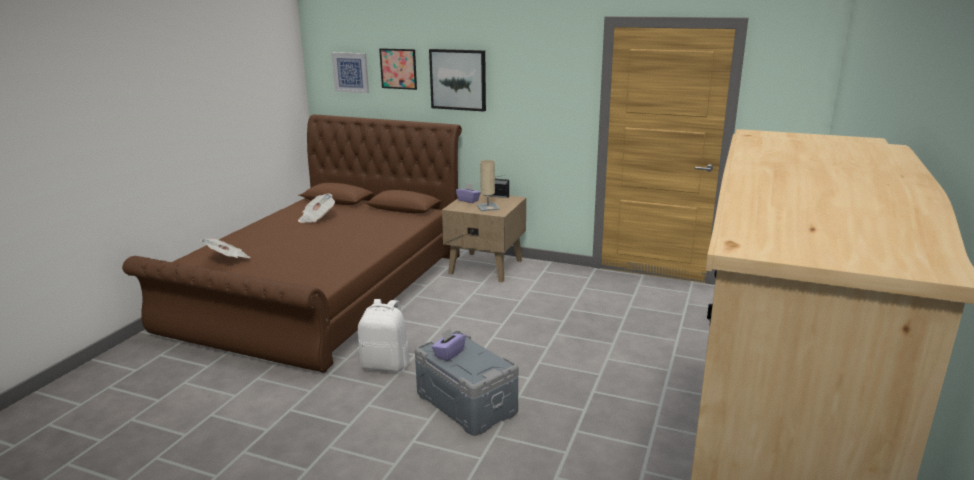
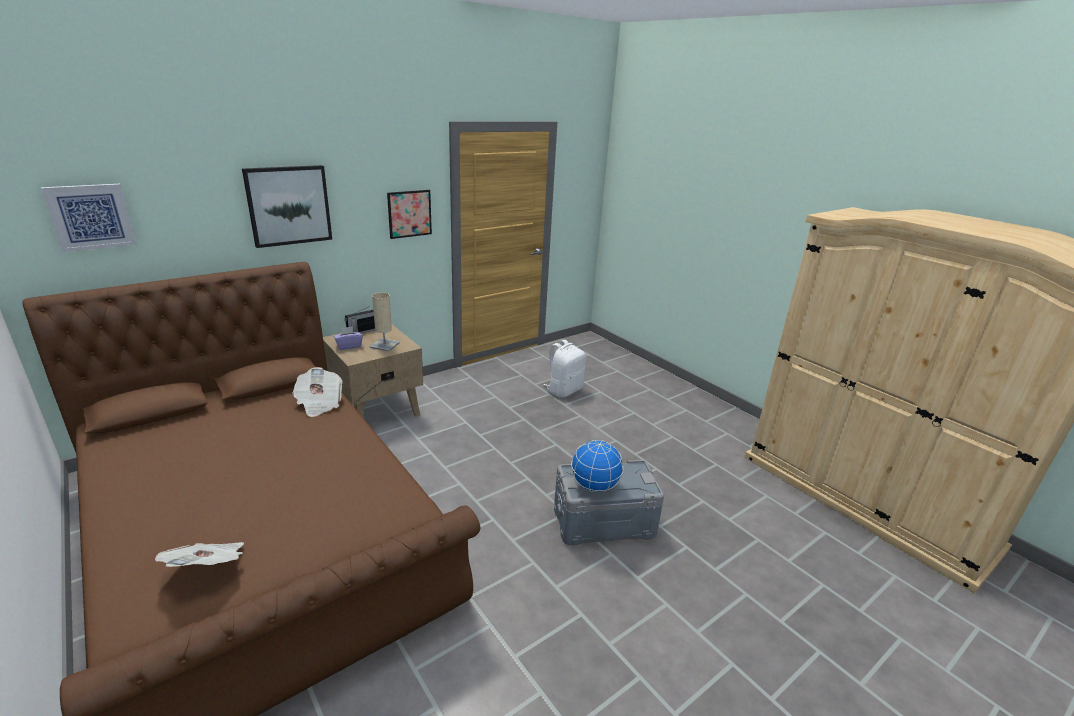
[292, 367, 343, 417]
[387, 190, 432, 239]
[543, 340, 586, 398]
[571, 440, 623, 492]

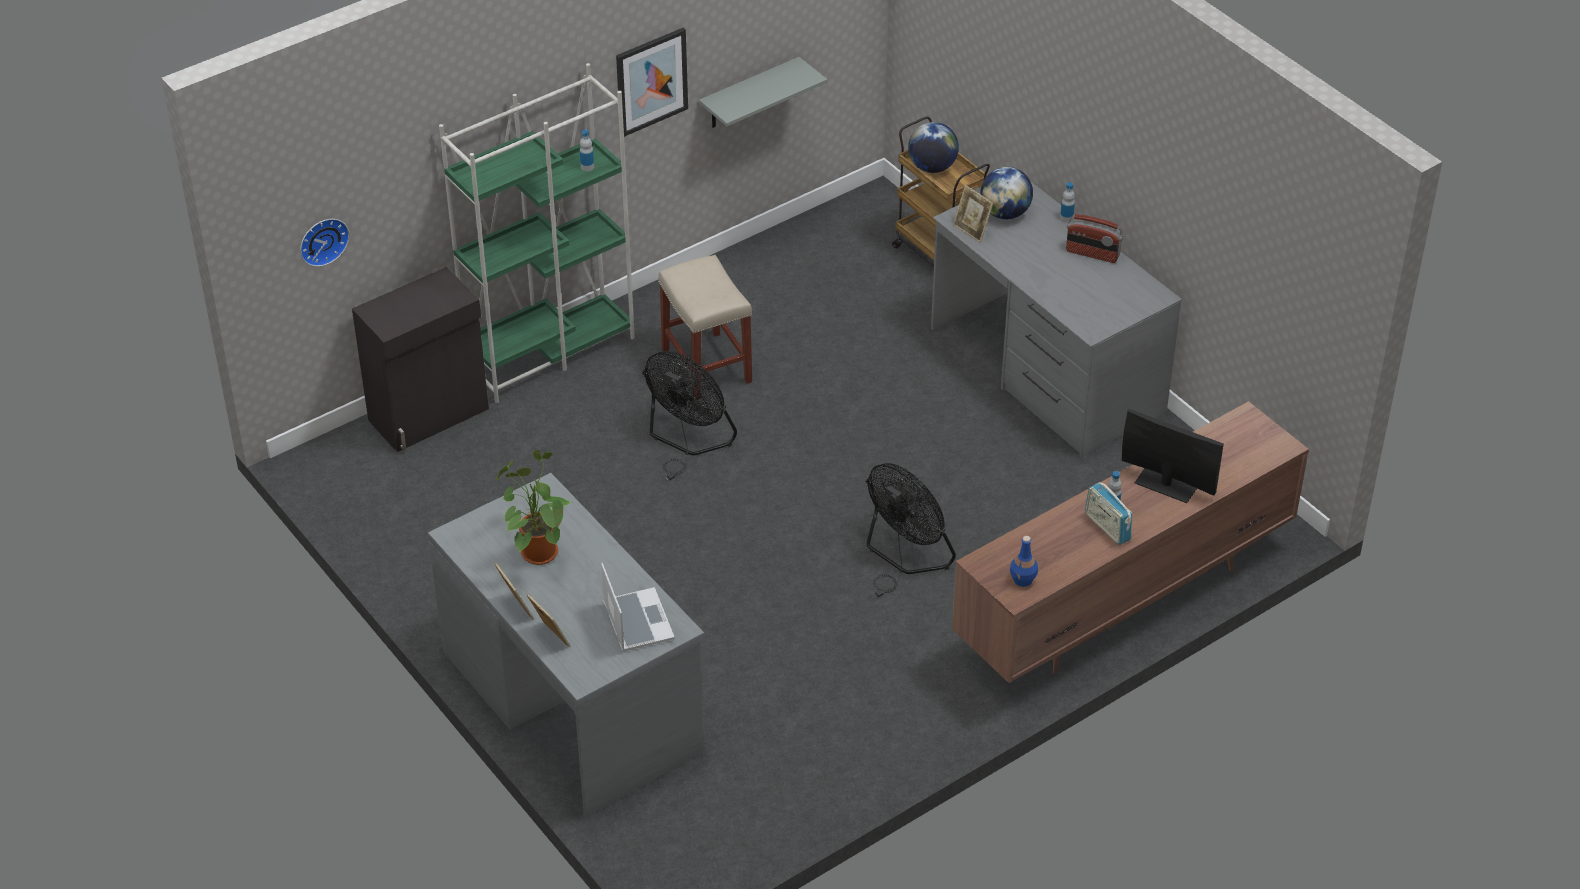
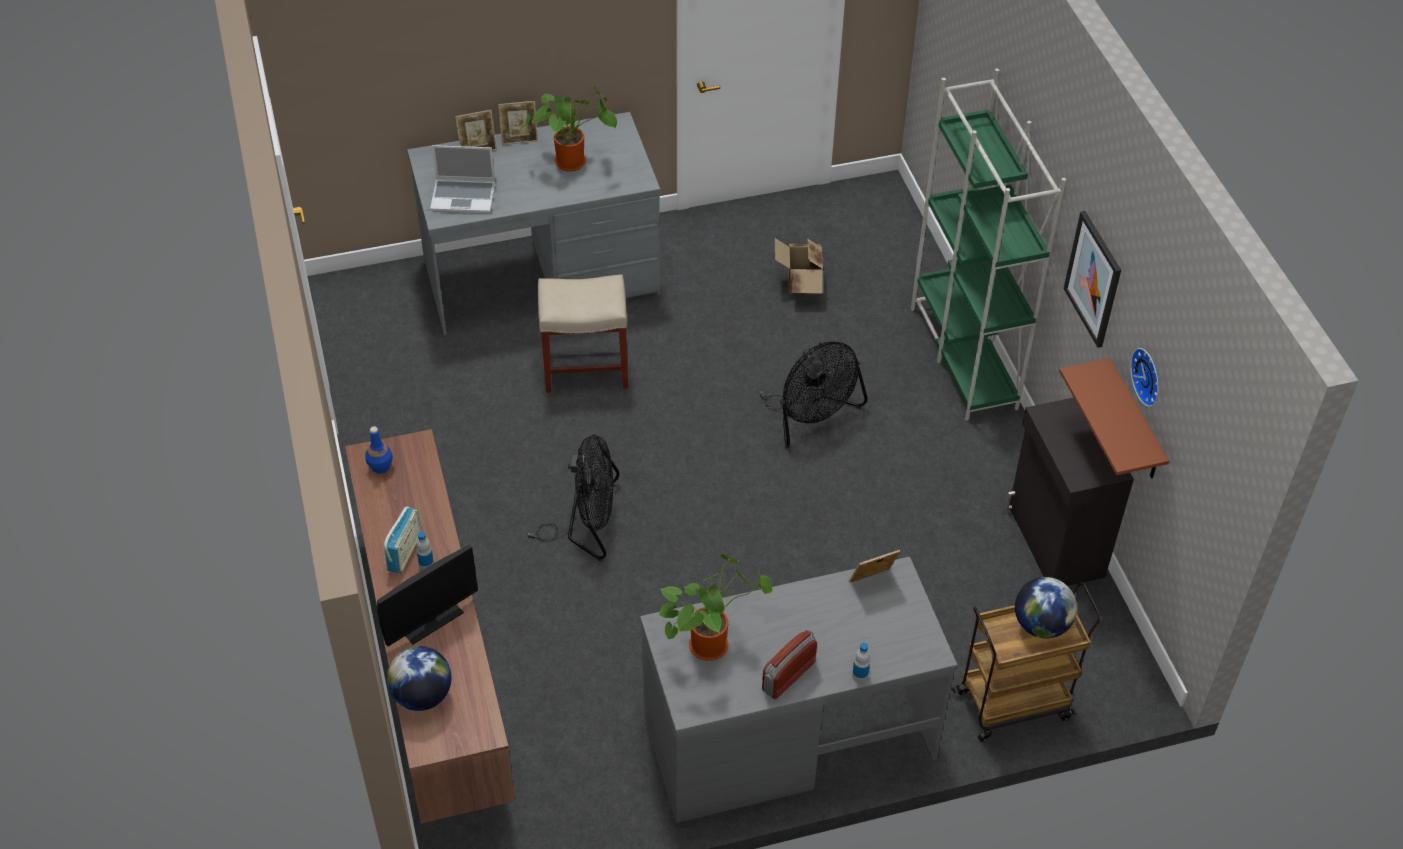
[384, 506, 422, 574]
[387, 646, 452, 711]
[527, 435, 619, 562]
[538, 274, 628, 393]
[658, 554, 773, 661]
[775, 238, 823, 295]
[1005, 397, 1134, 586]
[1059, 358, 1169, 478]
[1130, 348, 1159, 407]
[580, 130, 594, 171] (first image)

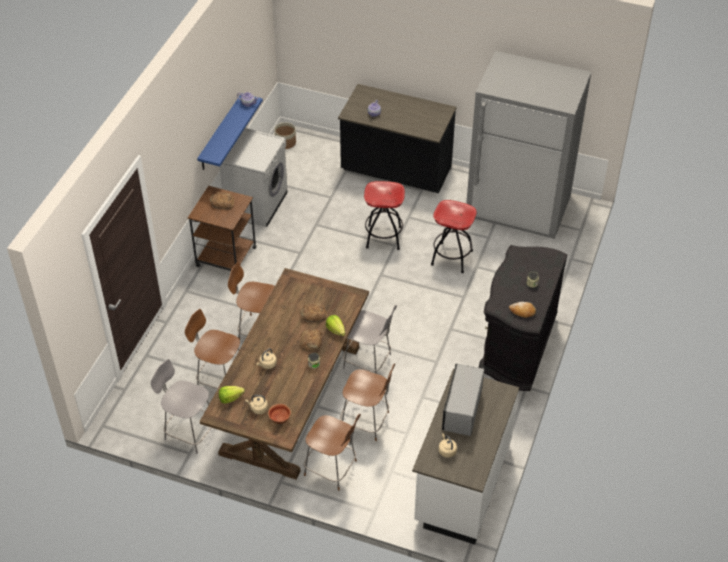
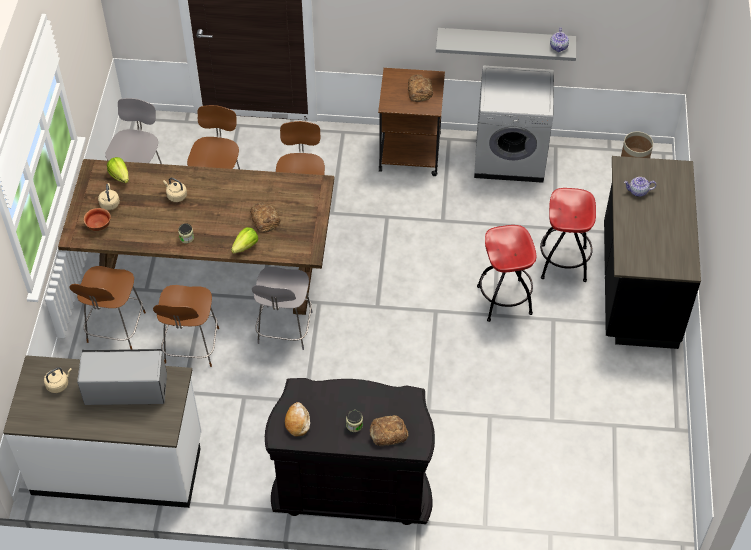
[370, 415, 409, 446]
[436, 28, 576, 61]
[540, 188, 596, 282]
[466, 51, 591, 239] (first image)

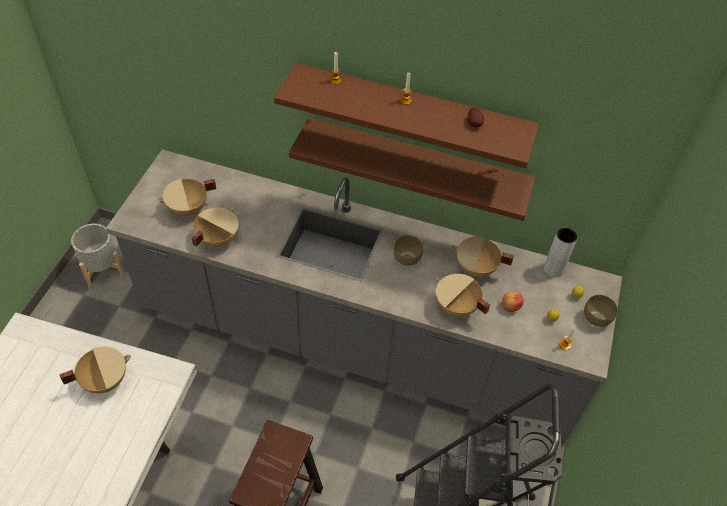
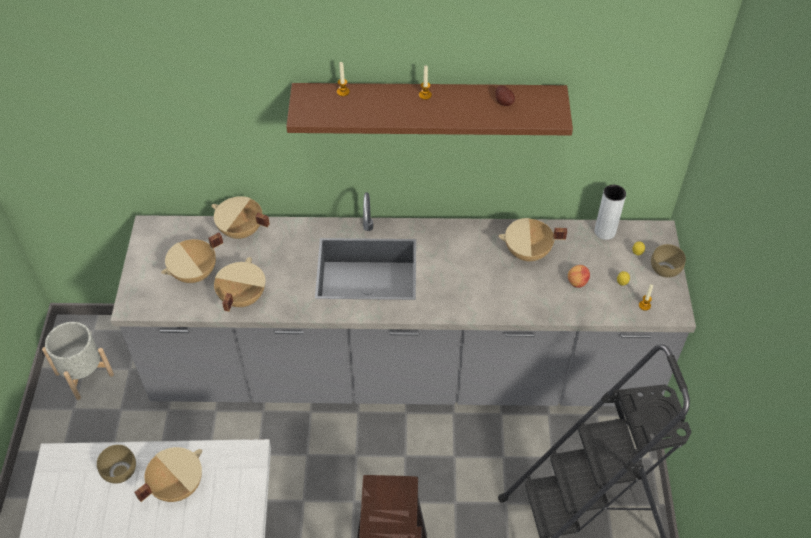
[97, 445, 136, 484]
[211, 196, 270, 239]
[289, 118, 536, 221] (first image)

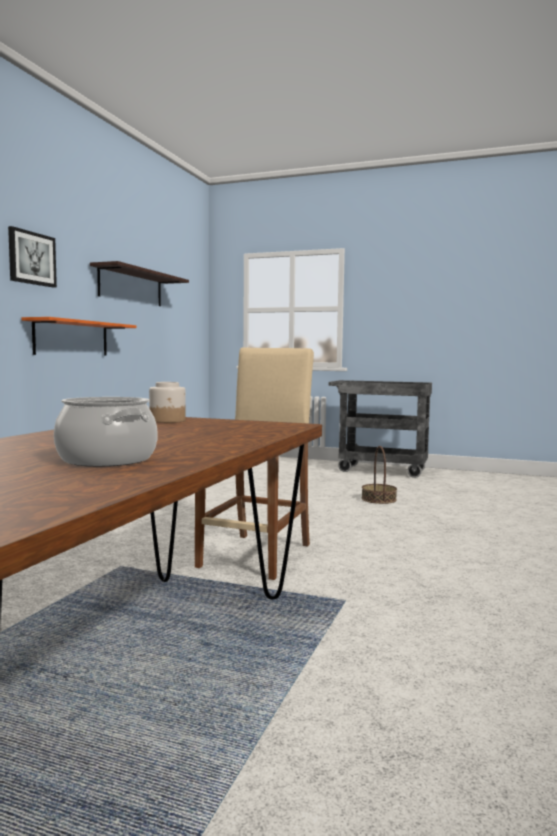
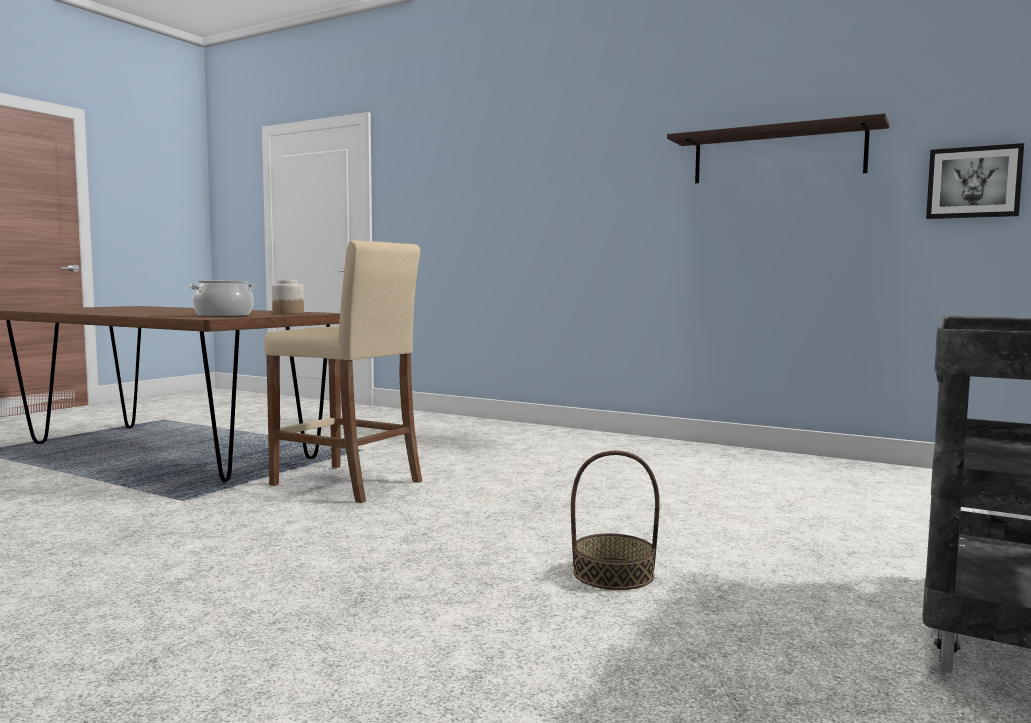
[189, 281, 256, 317]
[926, 143, 1024, 219]
[21, 317, 136, 356] (first image)

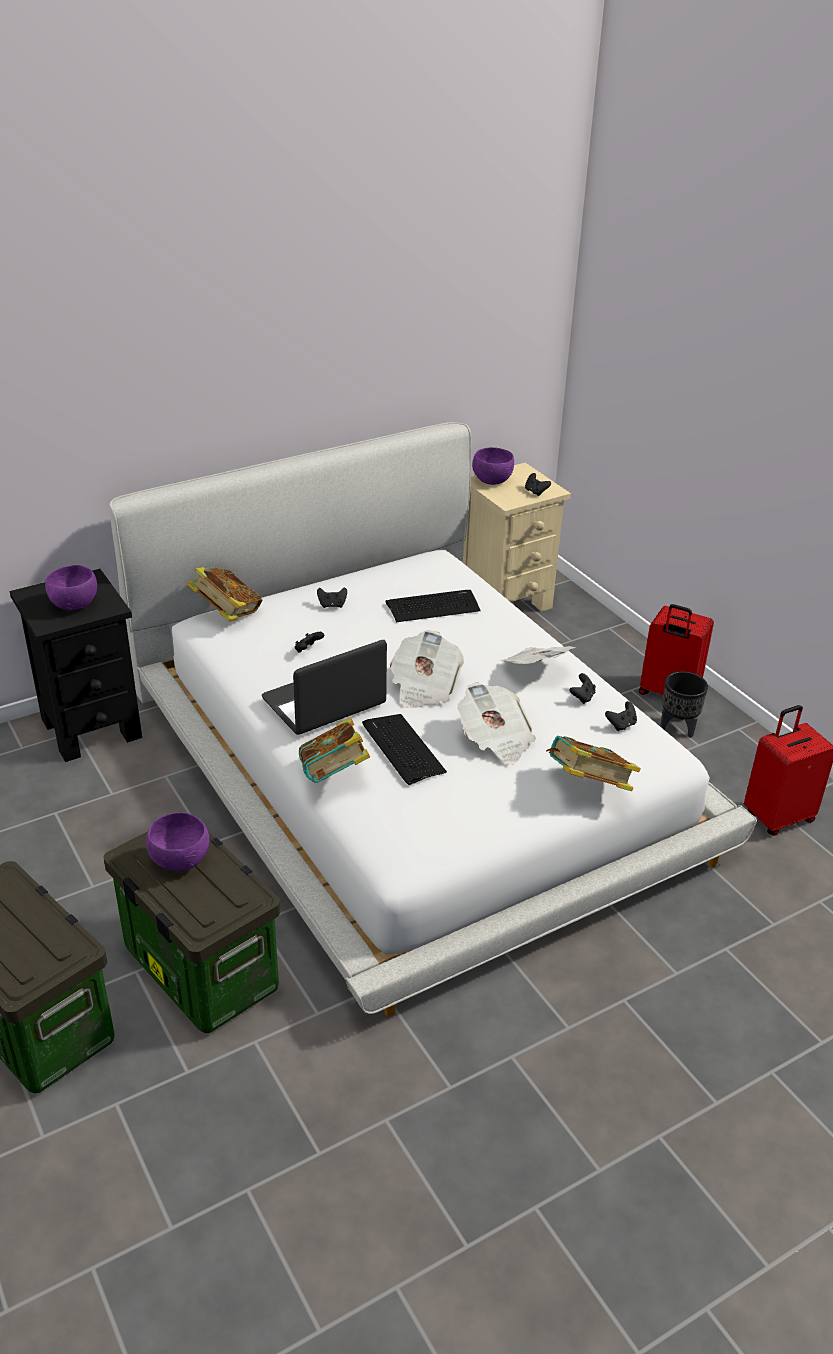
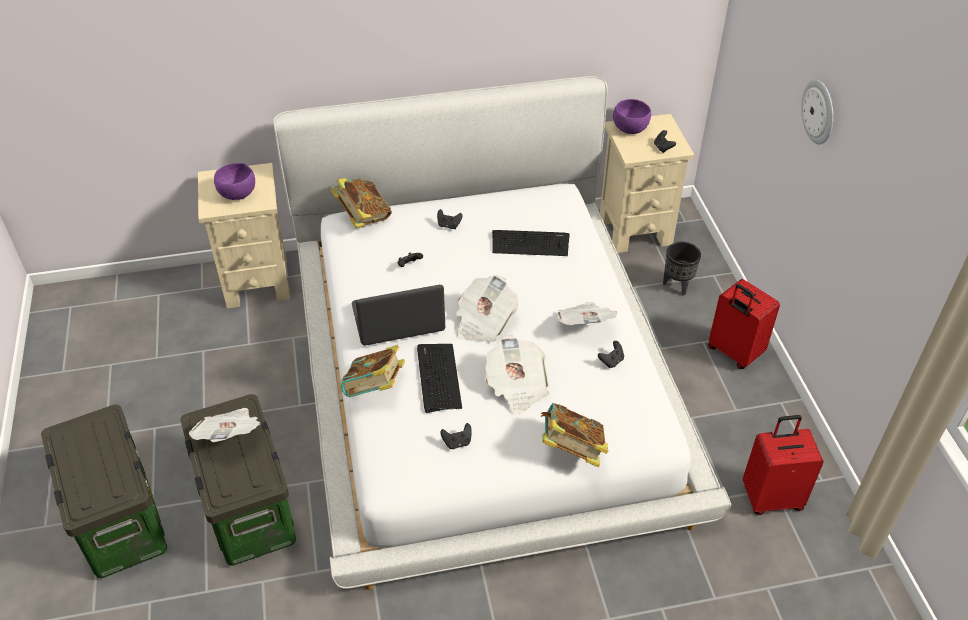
[189, 408, 261, 442]
[198, 163, 290, 308]
[440, 423, 472, 449]
[663, 242, 701, 296]
[801, 80, 833, 144]

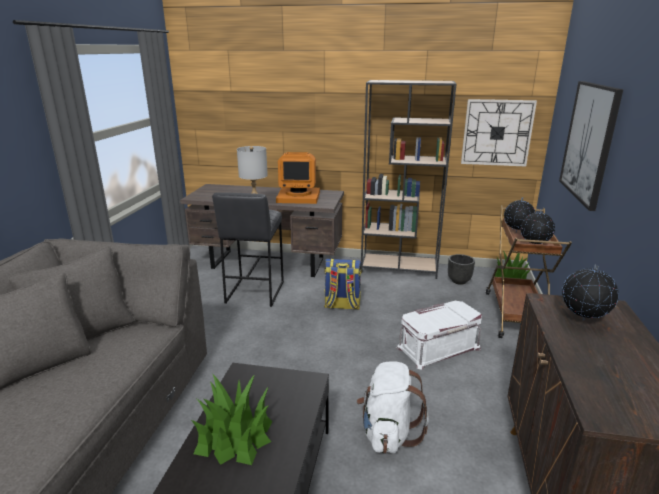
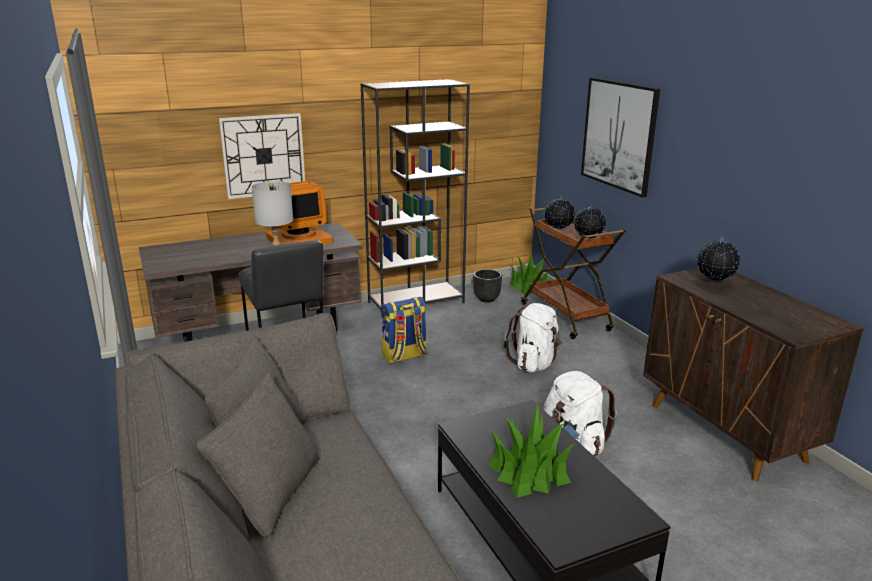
[219, 113, 305, 199]
[503, 303, 563, 372]

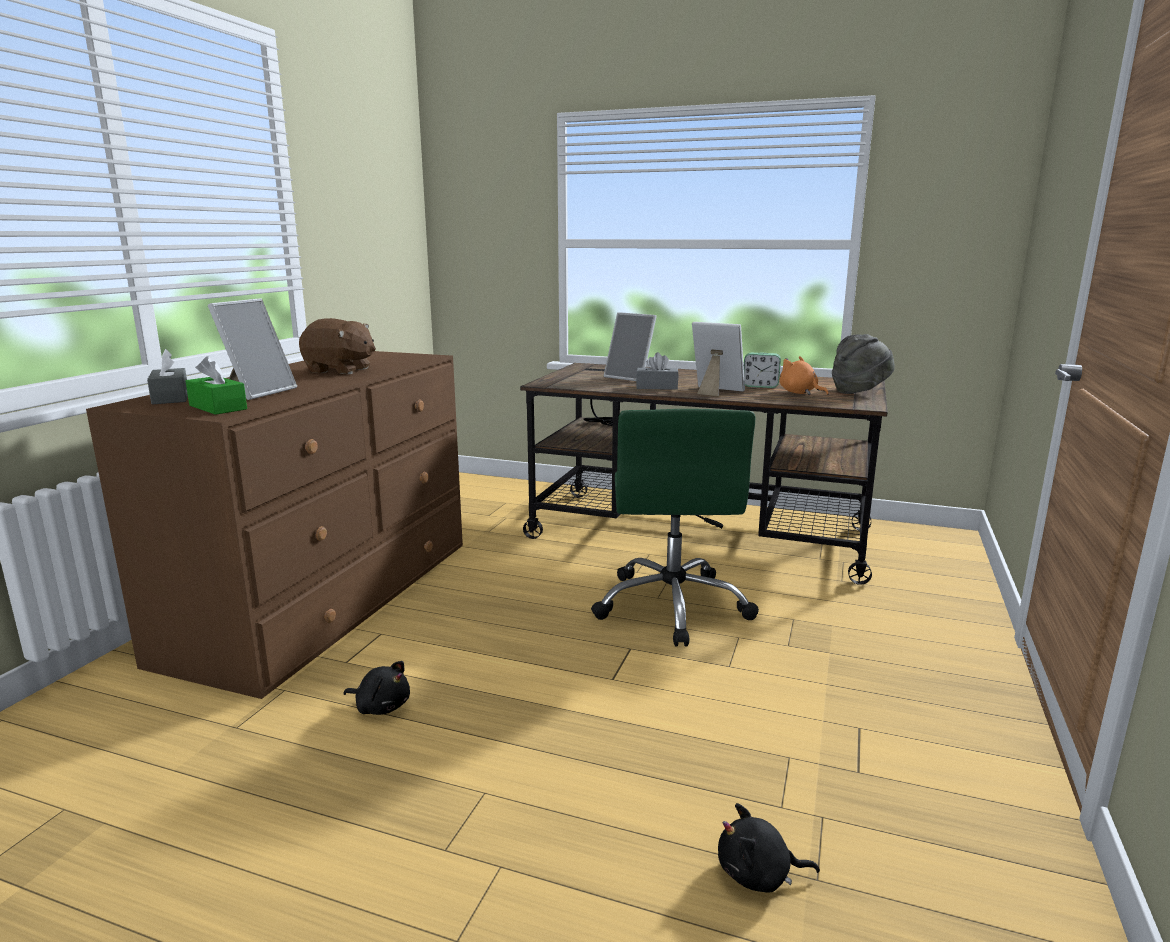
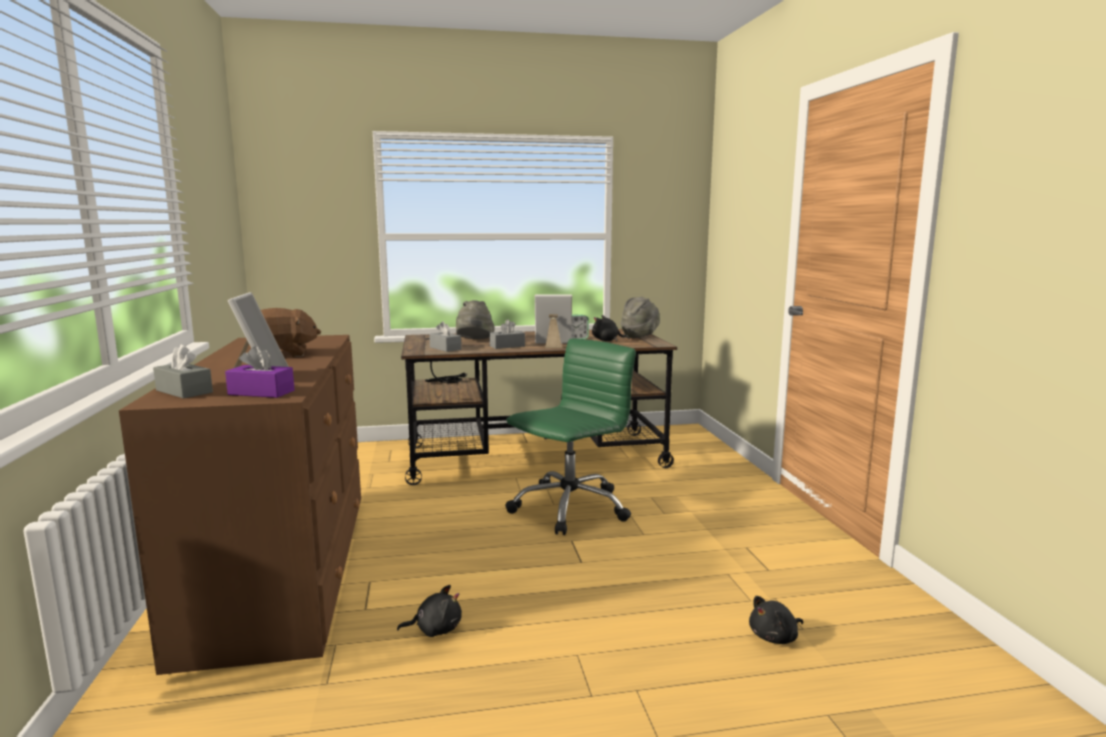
[225, 346, 295, 398]
[429, 321, 461, 352]
[456, 300, 495, 339]
[505, 338, 636, 535]
[592, 315, 630, 341]

